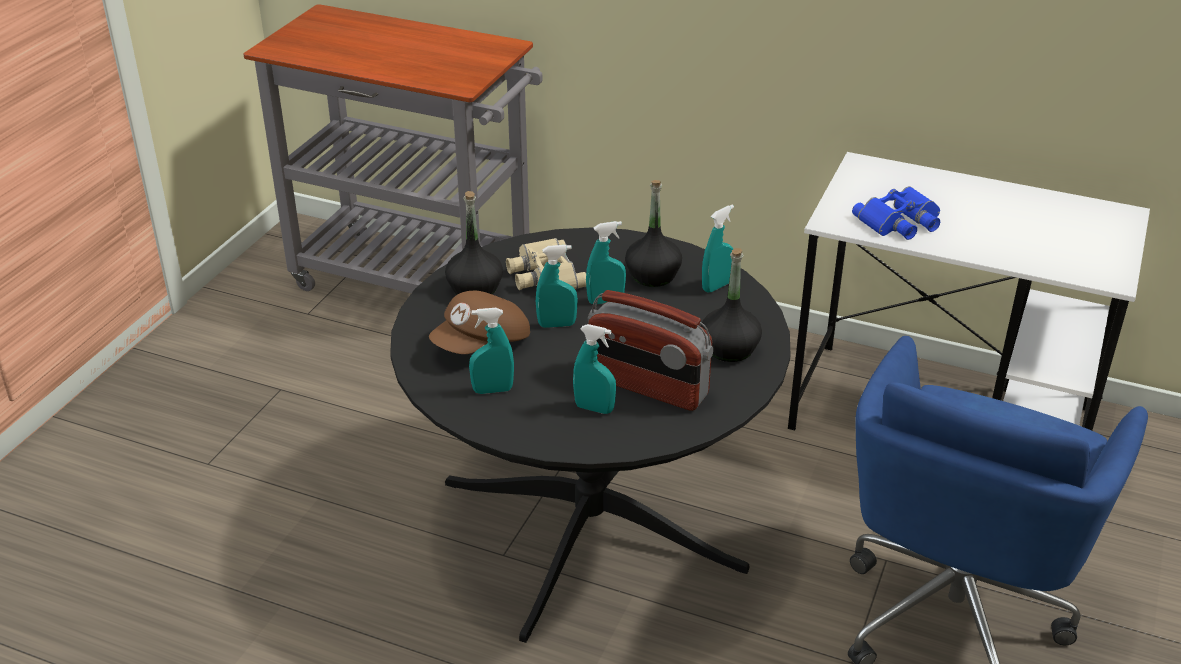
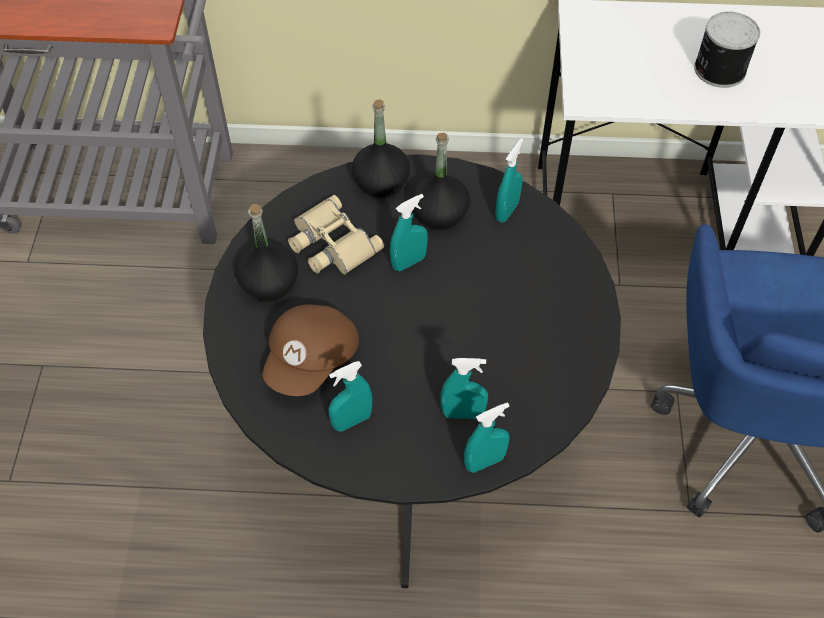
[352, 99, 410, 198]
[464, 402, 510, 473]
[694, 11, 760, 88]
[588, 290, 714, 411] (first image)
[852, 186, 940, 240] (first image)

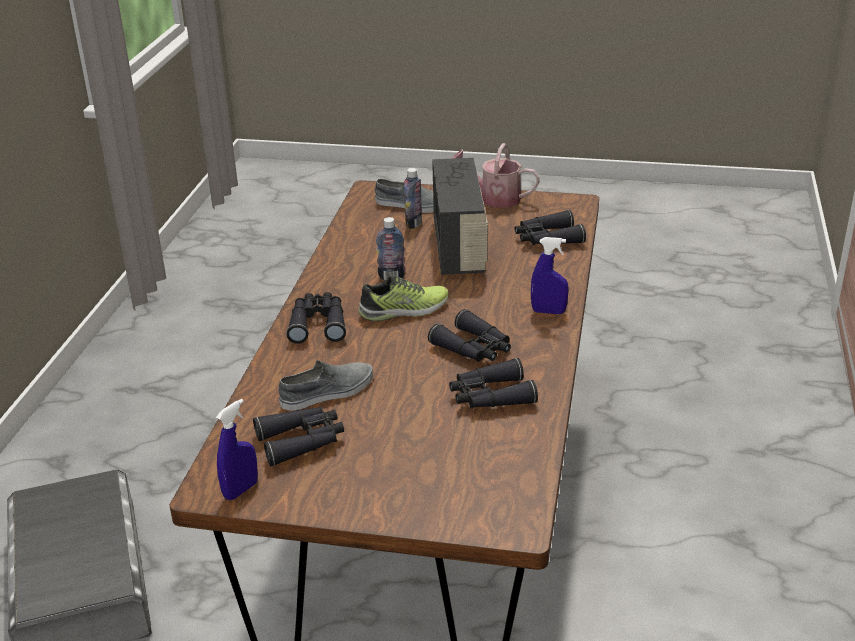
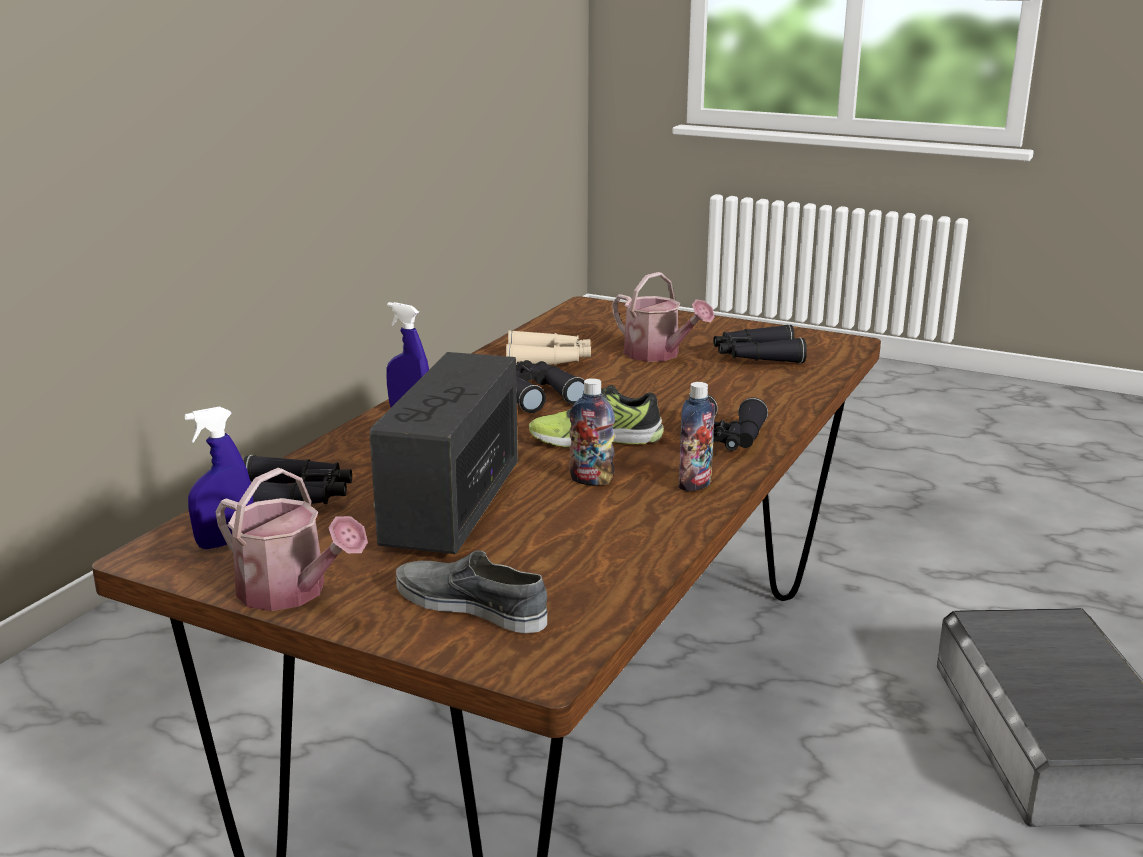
[184, 406, 254, 549]
[506, 330, 591, 365]
[612, 272, 715, 362]
[679, 382, 715, 491]
[278, 360, 373, 411] (first image)

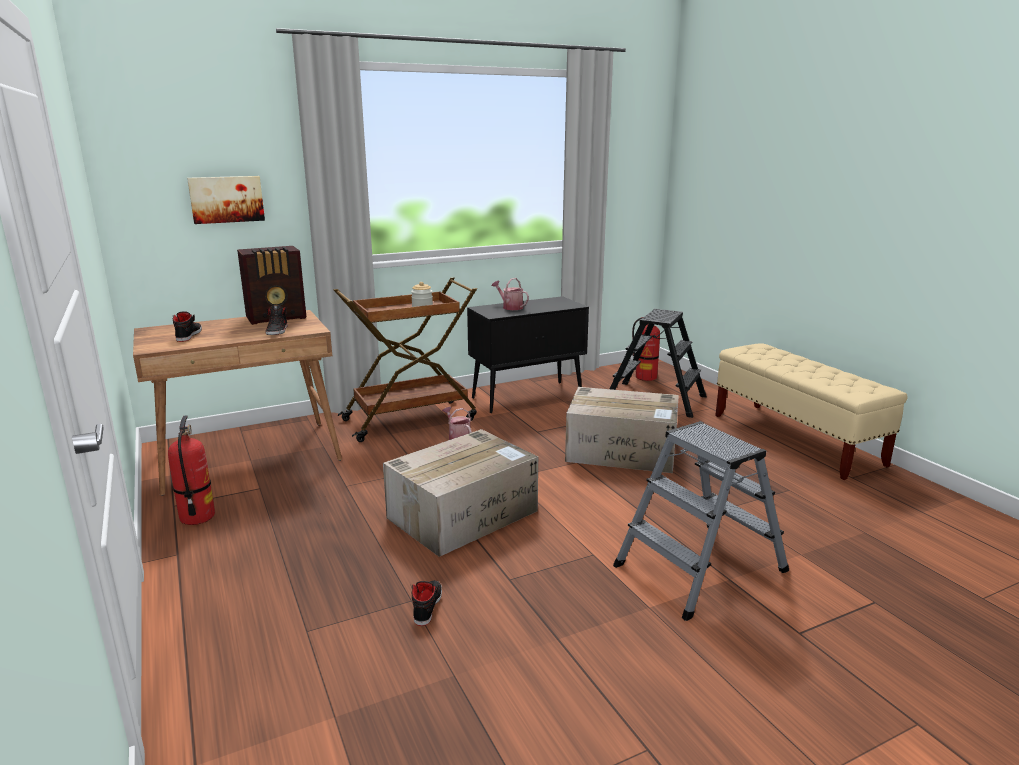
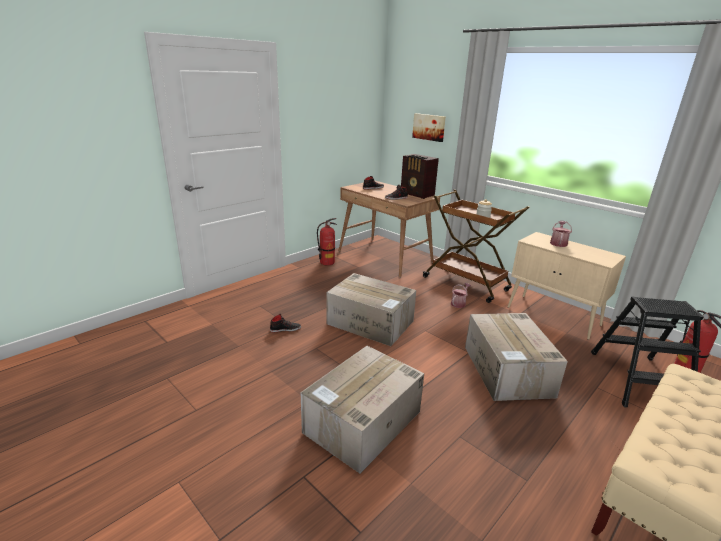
[301, 346, 424, 474]
[508, 232, 626, 340]

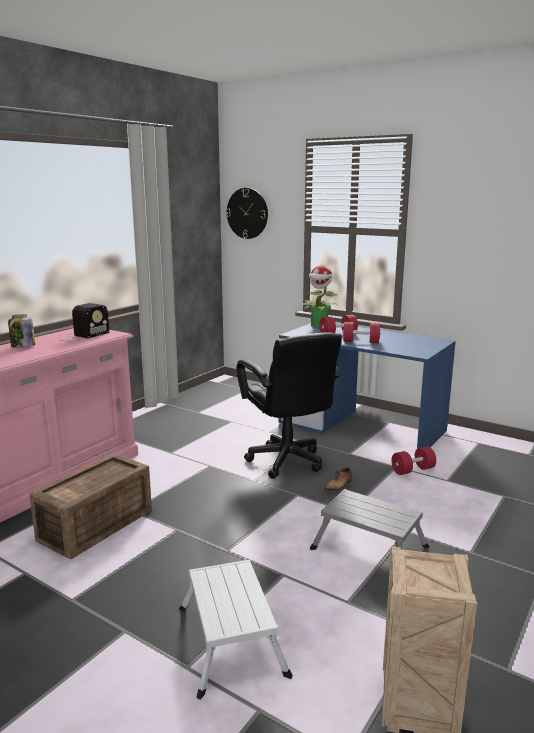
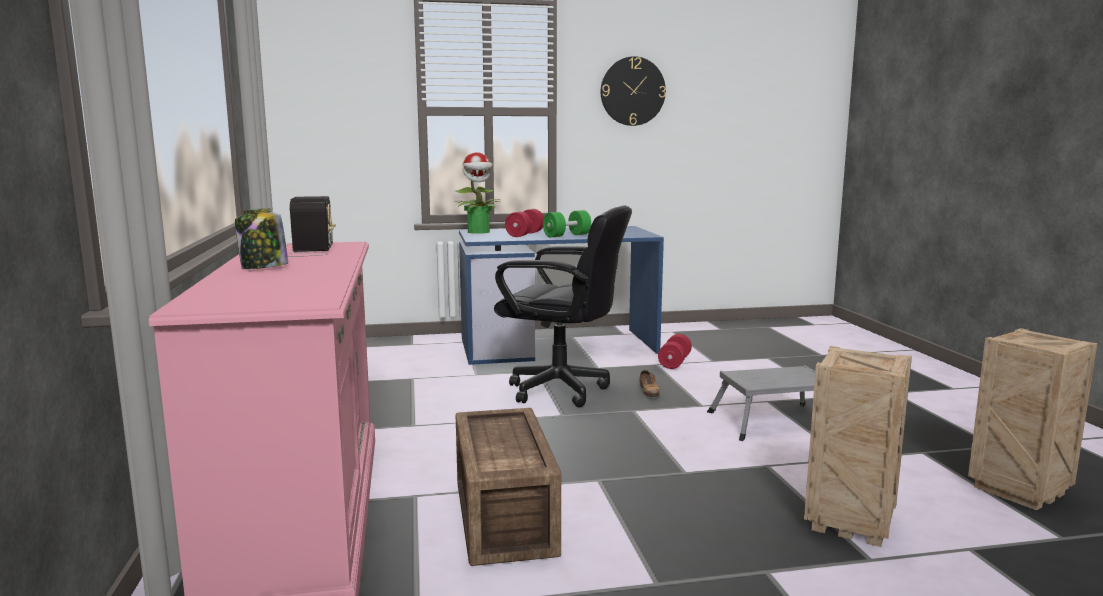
[543, 210, 591, 237]
[601, 56, 666, 126]
[804, 346, 912, 547]

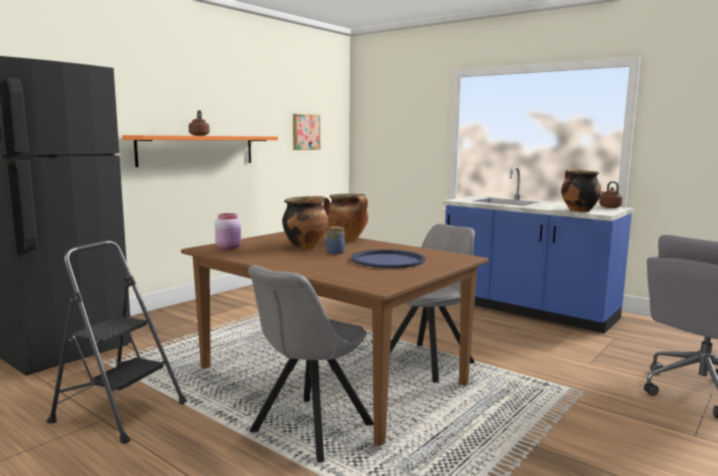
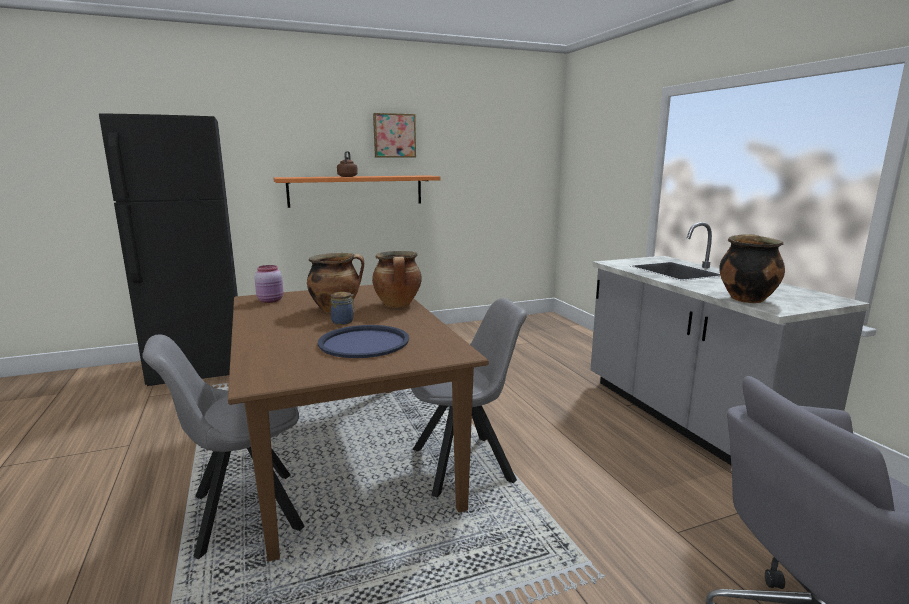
[373, 113, 416, 157]
[591, 222, 870, 465]
[47, 241, 187, 444] (first image)
[599, 181, 623, 208] (first image)

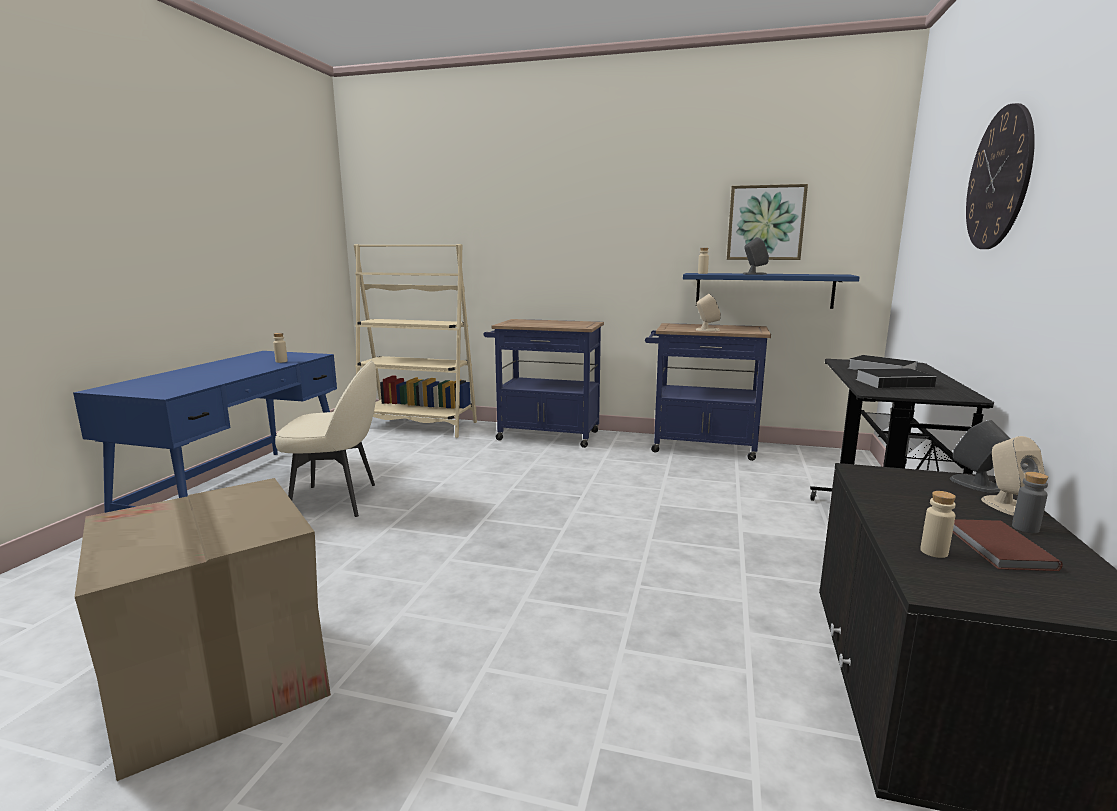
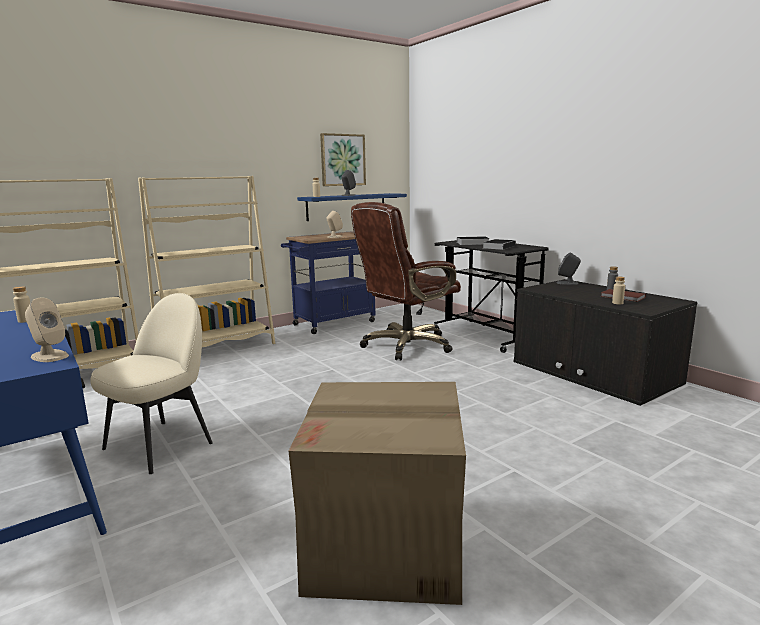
[25, 298, 69, 362]
[138, 176, 275, 347]
[351, 202, 461, 361]
[966, 103, 1035, 249] (first image)

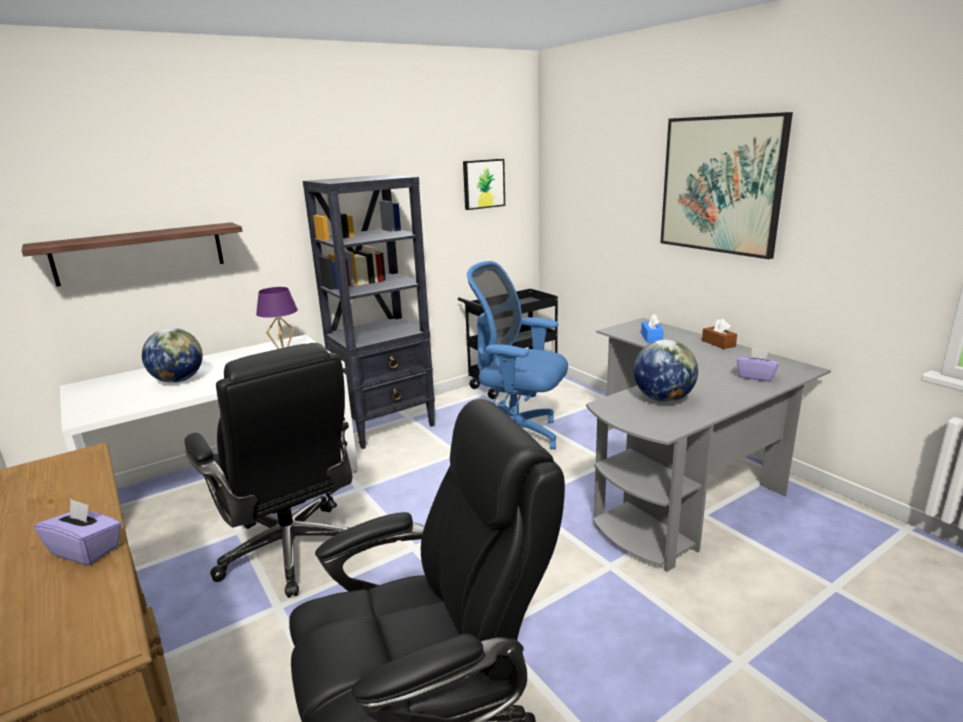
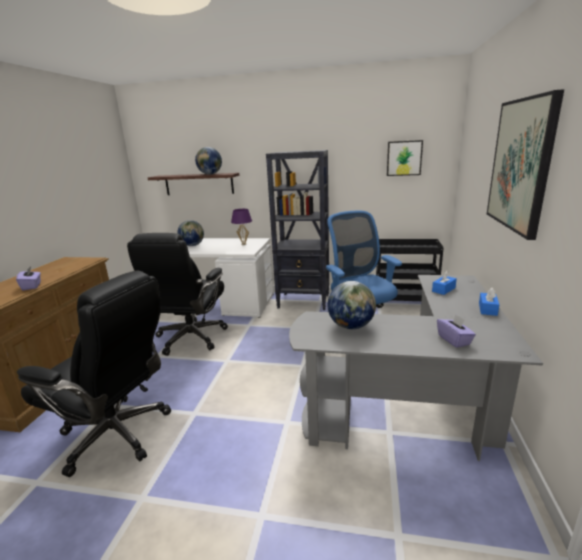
[195, 147, 222, 175]
[479, 288, 499, 316]

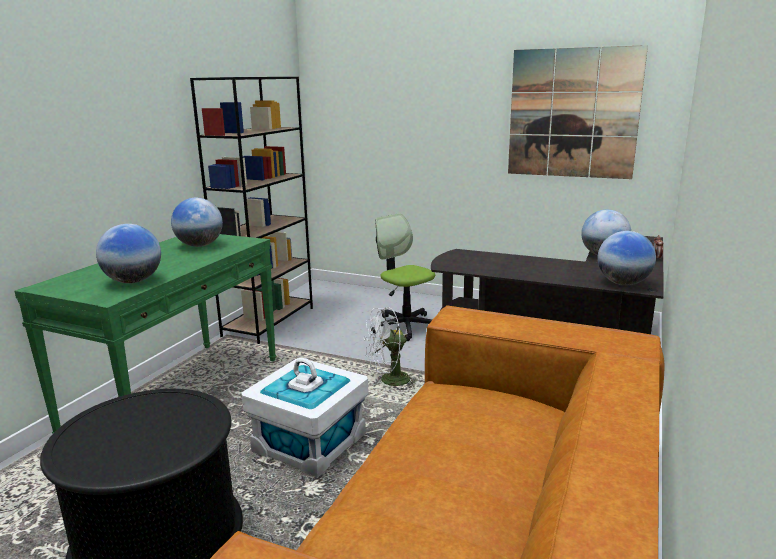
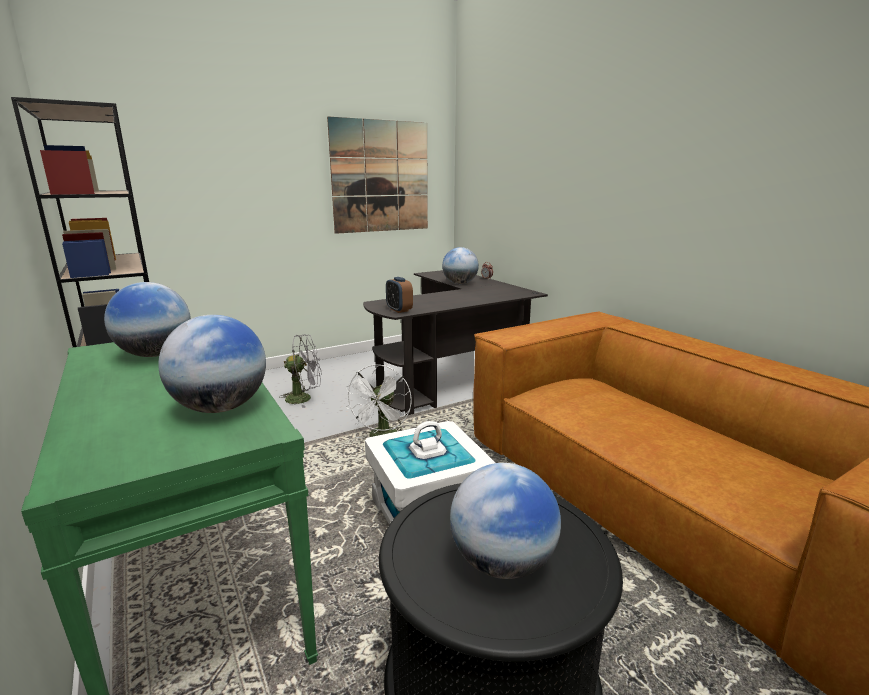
[279, 334, 321, 408]
[386, 277, 413, 313]
[450, 463, 561, 579]

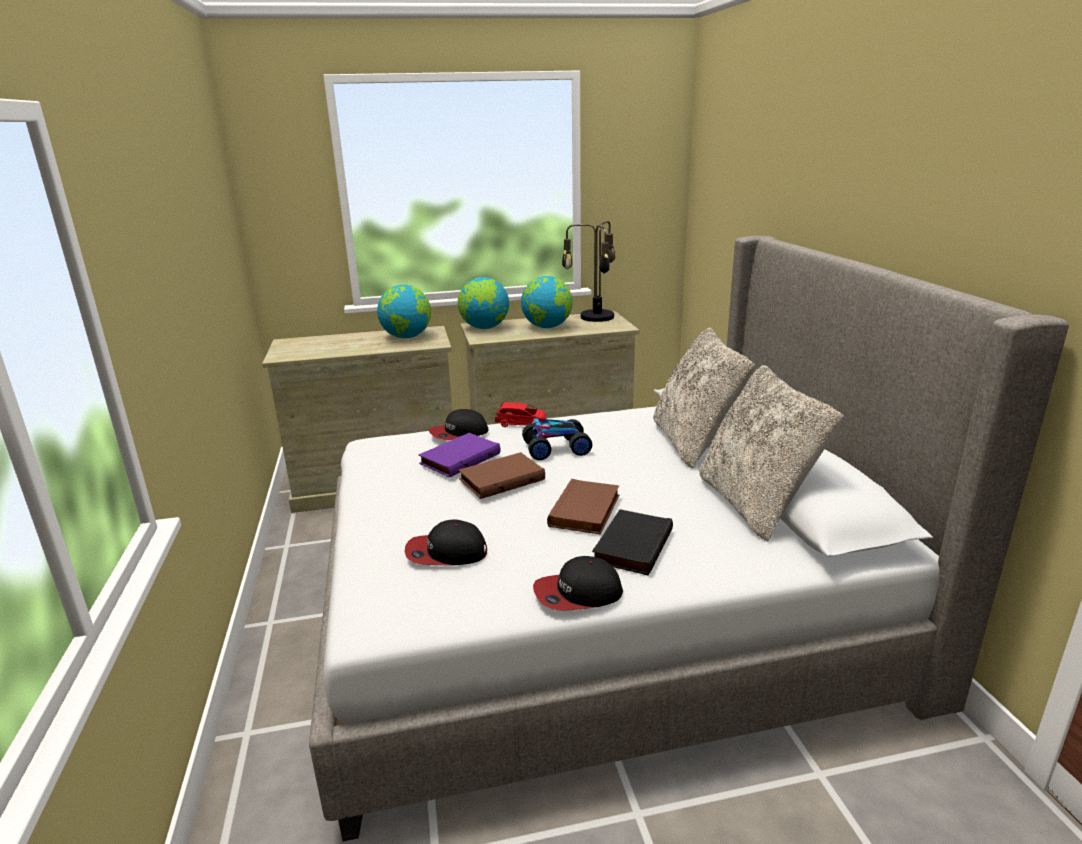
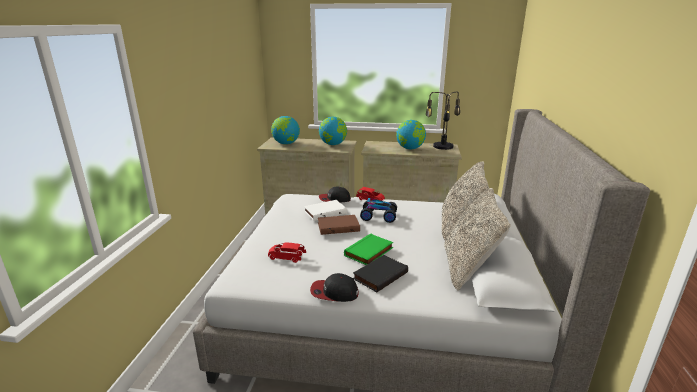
[268, 243, 306, 263]
[271, 116, 300, 144]
[304, 200, 347, 221]
[344, 234, 393, 265]

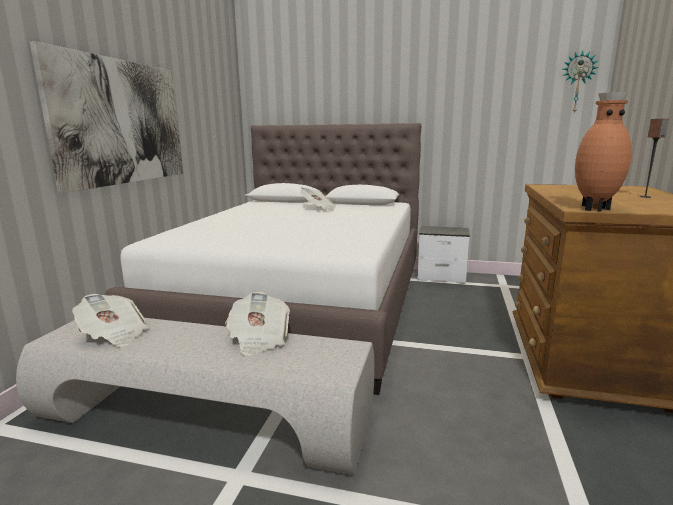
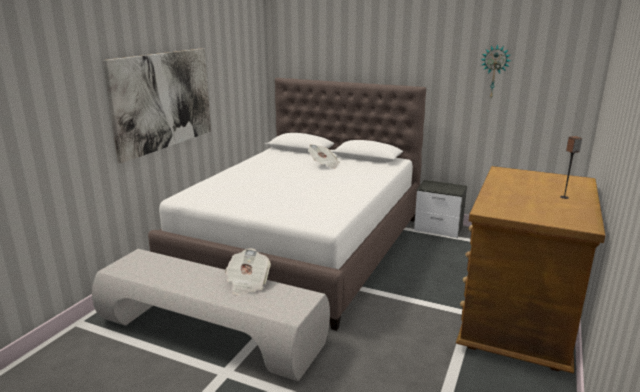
[480, 45, 511, 98]
[72, 294, 148, 347] (first image)
[575, 92, 632, 212] (first image)

